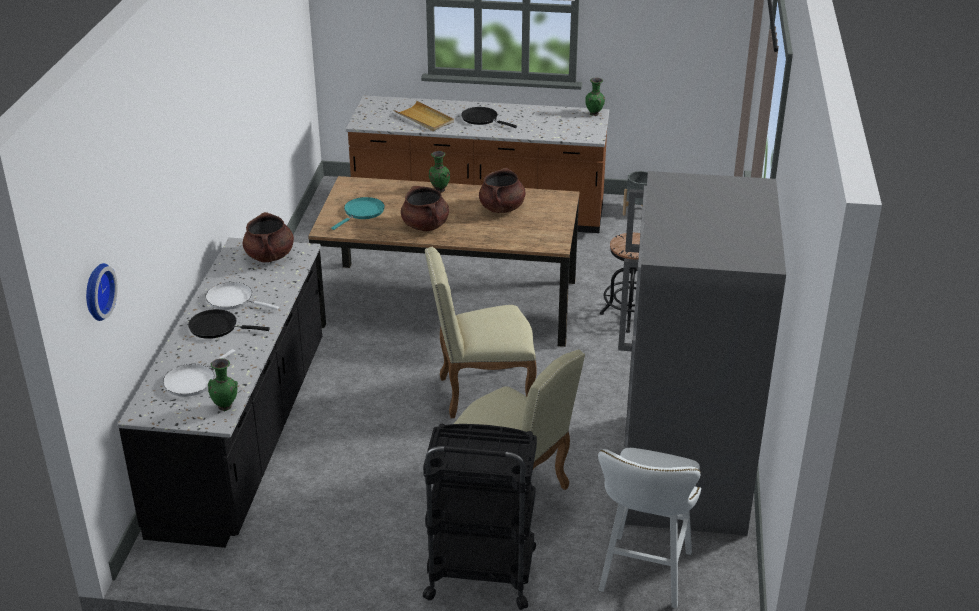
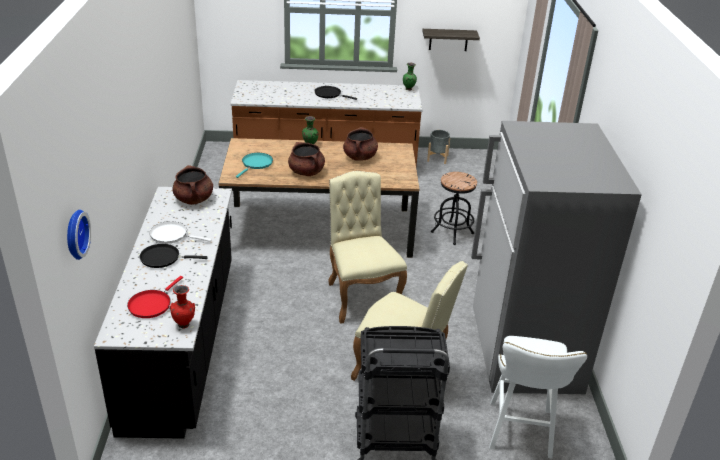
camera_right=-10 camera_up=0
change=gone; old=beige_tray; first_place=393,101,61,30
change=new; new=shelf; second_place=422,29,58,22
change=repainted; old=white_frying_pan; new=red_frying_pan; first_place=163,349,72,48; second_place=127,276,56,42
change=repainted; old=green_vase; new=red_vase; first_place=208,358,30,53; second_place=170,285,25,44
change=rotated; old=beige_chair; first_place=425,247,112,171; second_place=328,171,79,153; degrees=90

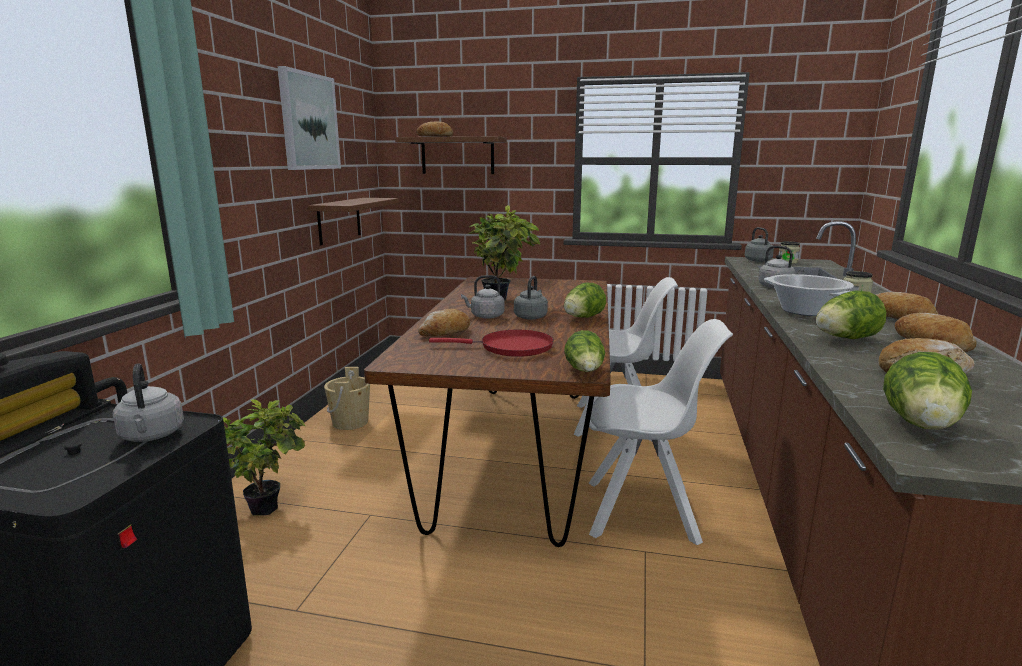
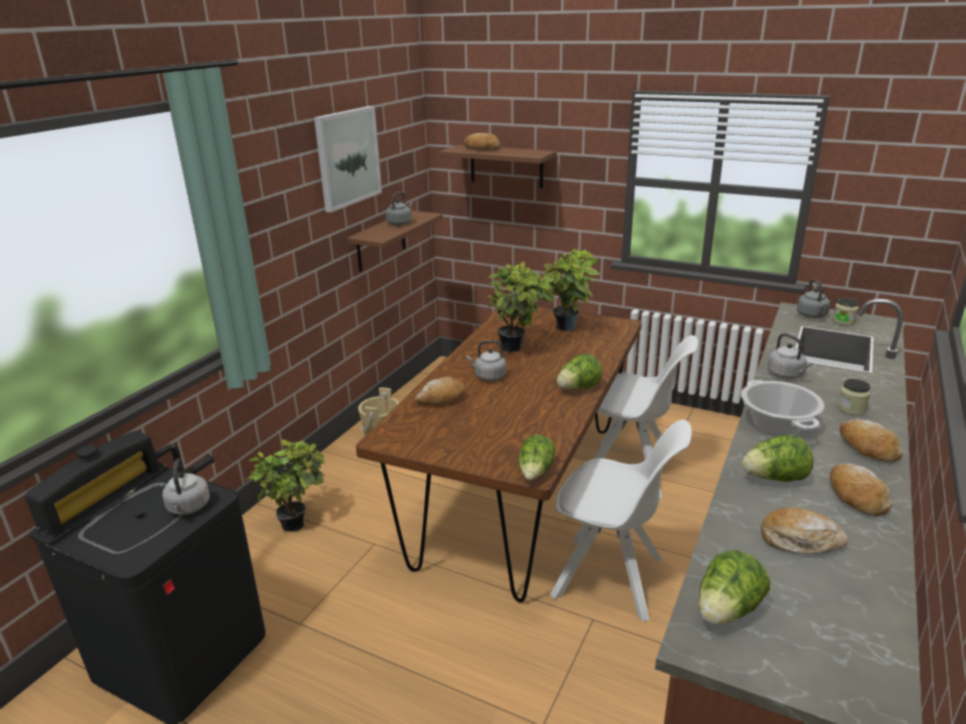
camera_right=15 camera_up=10
change=gone; old=red_frying_pan; first_place=429,330,125,27
change=new; new=potted_plant; second_place=544,248,56,83
change=shifted; old=grey_kettle; first_place=514,276,34,44; second_place=386,192,27,33

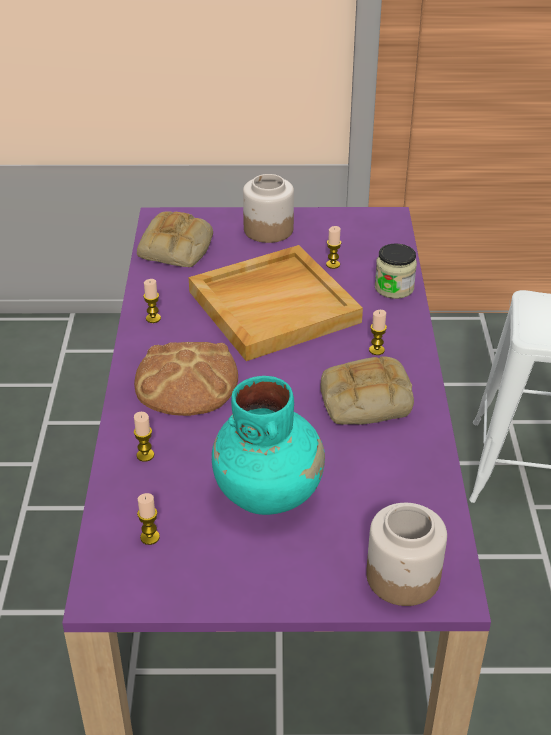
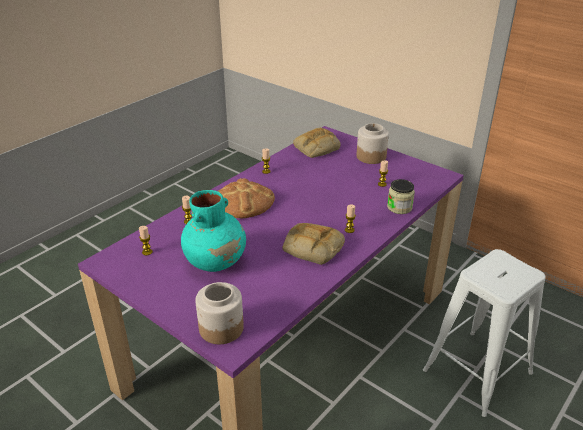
camera_right=40 camera_up=-5
change=gone; old=beige_tray; first_place=189,245,174,116

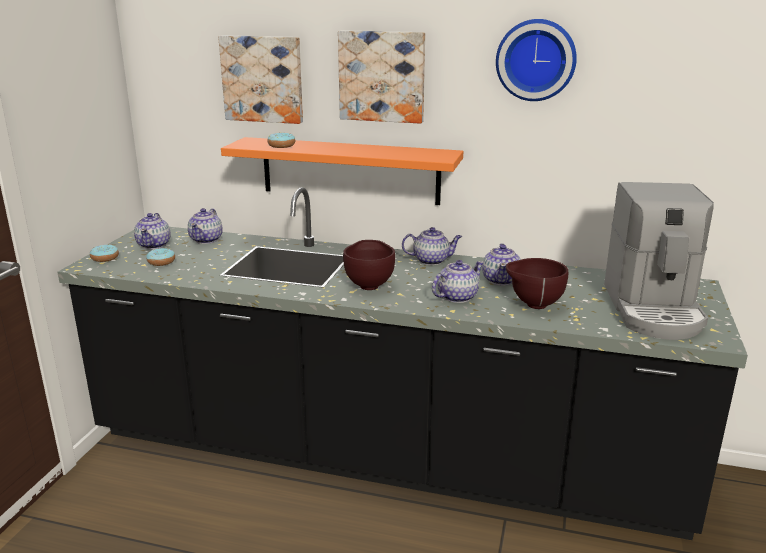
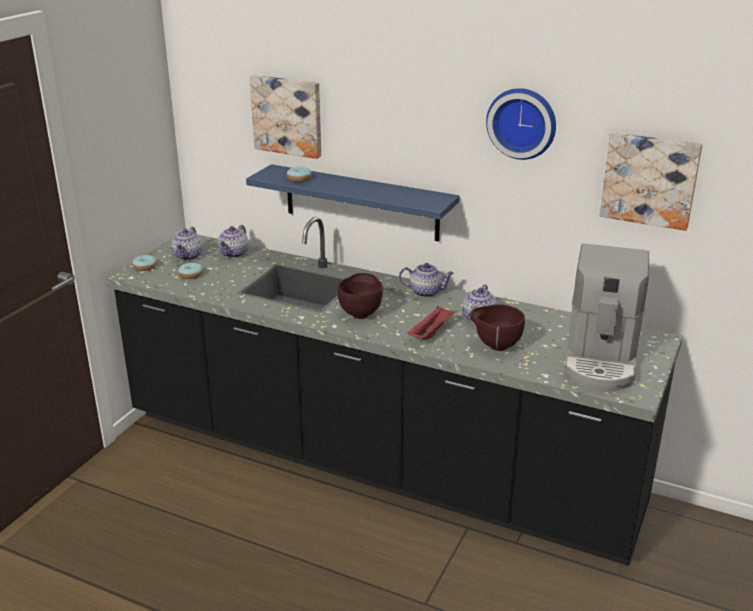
camera_right=10 camera_up=5
change=shifted; old=picture; first_place=338,30,87,94; second_place=600,132,102,99
change=swapped; old=teapot; new=red_tray; first_place=432,260,52,43; second_place=407,306,50,34
change=repainted; old=orange_shelf; new=blue_shelf; first_place=221,137,242,68; second_place=246,164,213,78

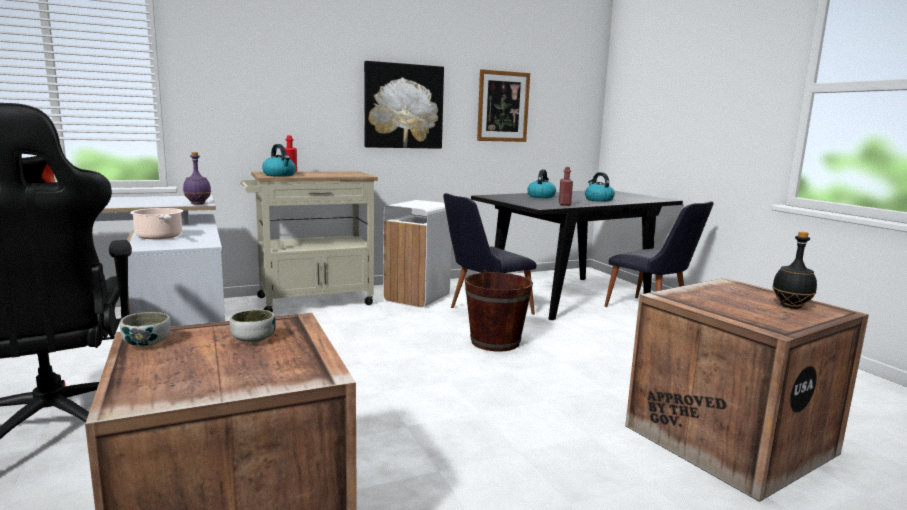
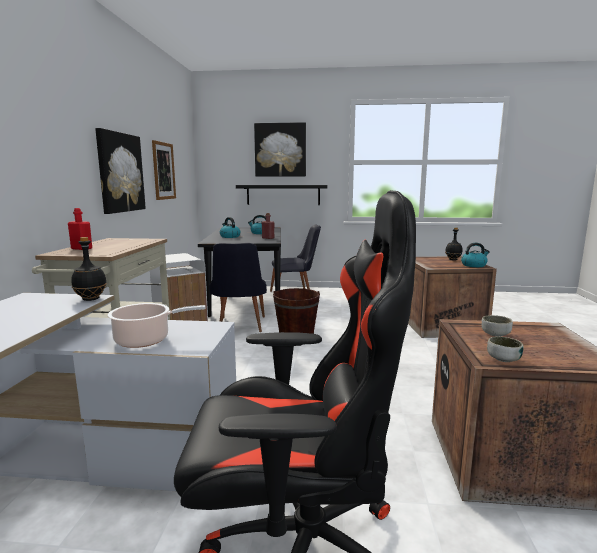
camera_right=-60 camera_up=0
change=new; new=black_shelf; second_place=236,185,92,20
change=new; new=picture; second_place=254,122,52,55
change=shifted; old=kettle; first_place=262,144,34,33; second_place=461,243,29,24
change=repainted; old=purple_bottle; new=black_bottle; first_place=183,152,28,53; second_place=71,237,36,64

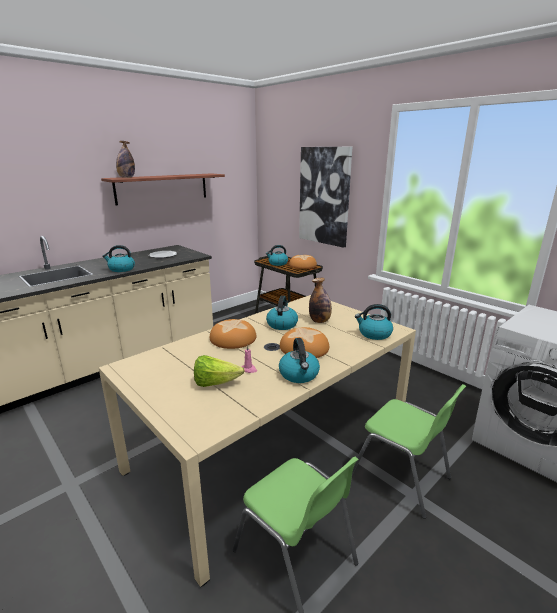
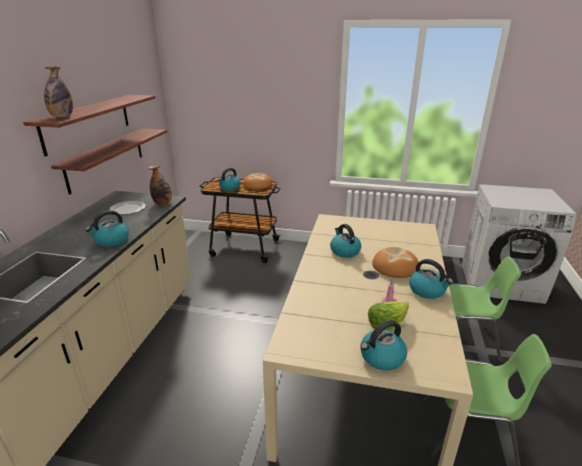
camera_right=-35 camera_up=5
change=gone; old=bread; first_place=210,319,46,30
change=gone; old=picture; first_place=299,147,53,101
change=new; new=shelf; second_place=51,129,116,66
change=shifted; old=bottle; first_place=309,278,23,45; second_place=149,164,23,41
change=shifted; old=kettle; first_place=355,304,38,36; second_place=360,320,47,50

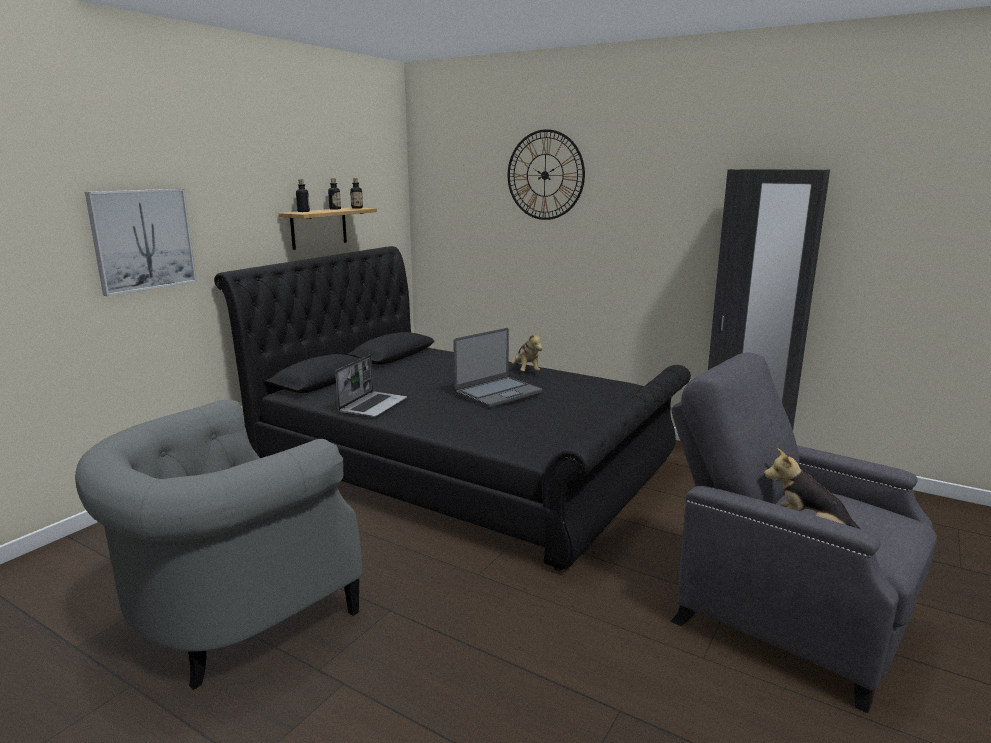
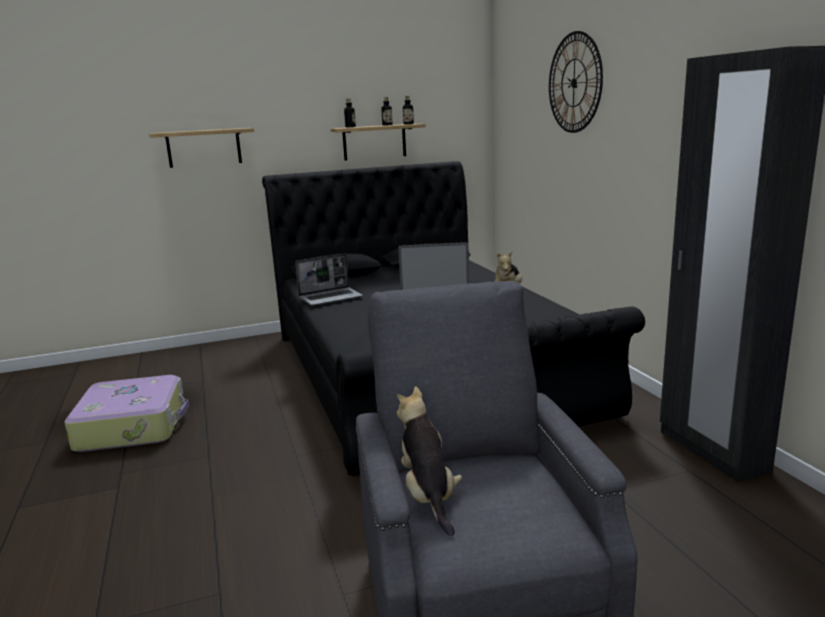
camera_right=40 camera_up=0
change=swapped; old=grey_armchair; new=suitcase; first_place=75,399,287,291; second_place=64,375,125,77
change=swapped; old=picture; new=shelf; first_place=85,189,112,107; second_place=149,128,105,40

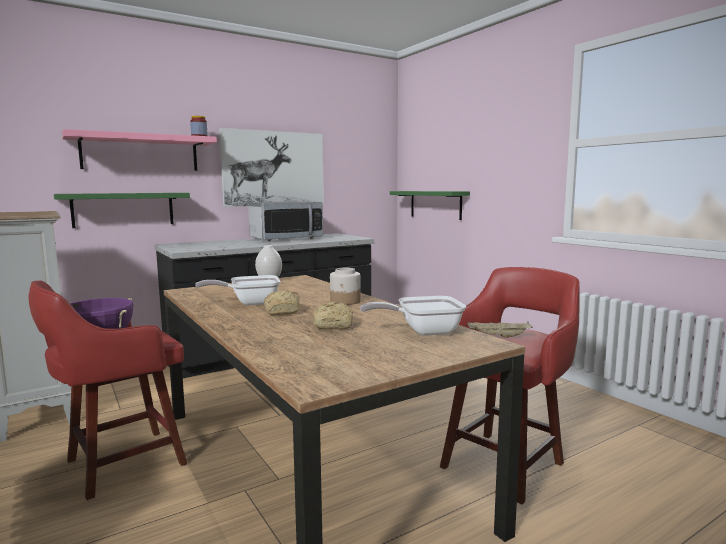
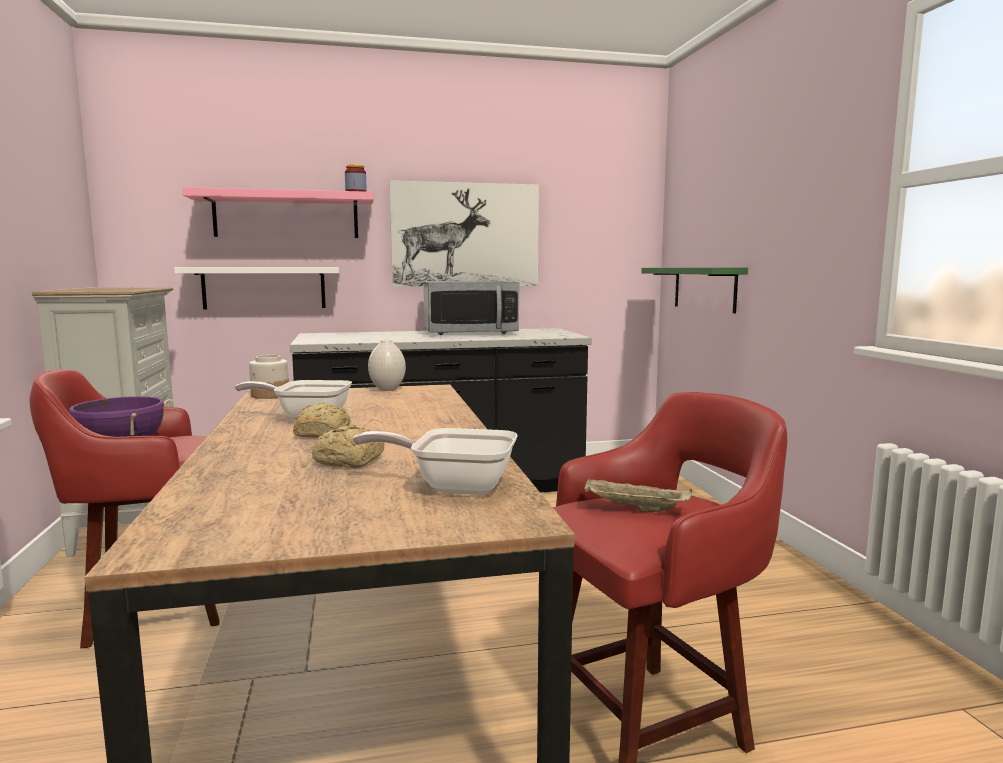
camera_right=20 camera_up=0
change=shifted; old=jar; first_place=330,268,31,37; second_place=249,355,40,44
change=repainted; old=green_shelf; new=white_shelf; first_place=54,193,136,35; second_place=174,267,166,42

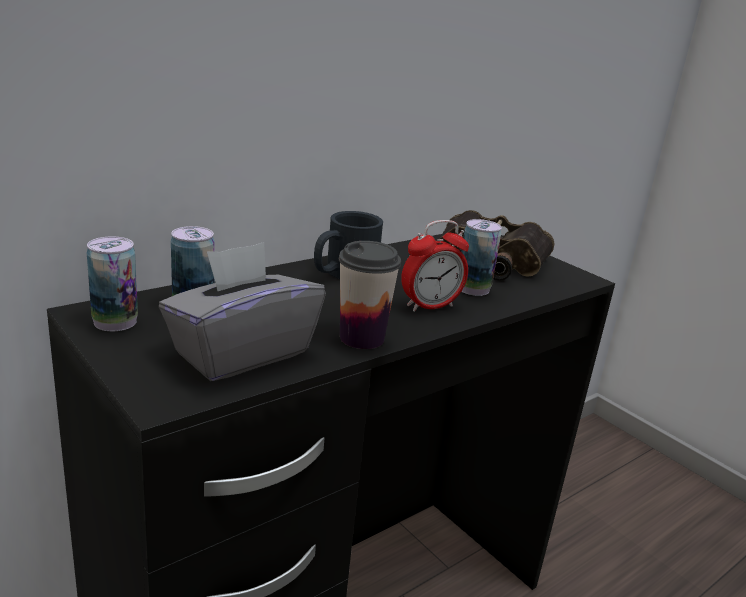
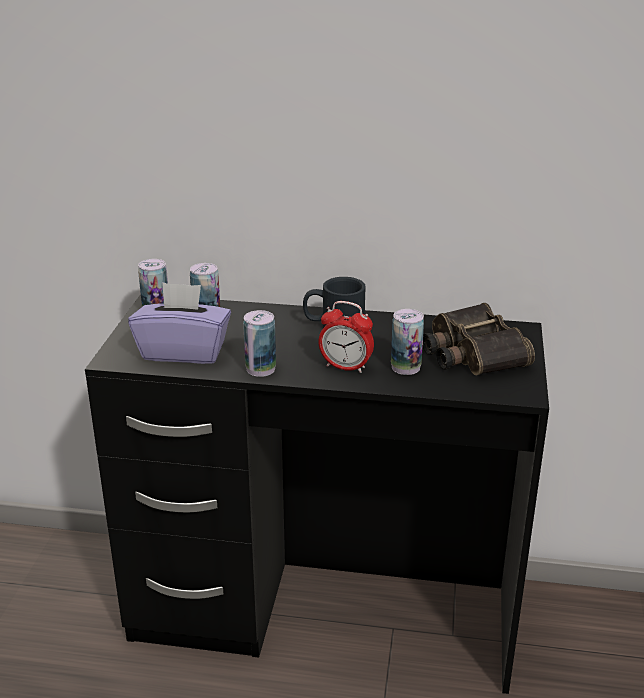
camera_right=50 camera_up=5
change=swapped; old=cup; new=can; first_place=339,241,62,108; second_place=243,310,33,67
change=repainted; old=grey_tissue_box; new=purple_tissue_box; first_place=159,242,167,139; second_place=128,282,103,82

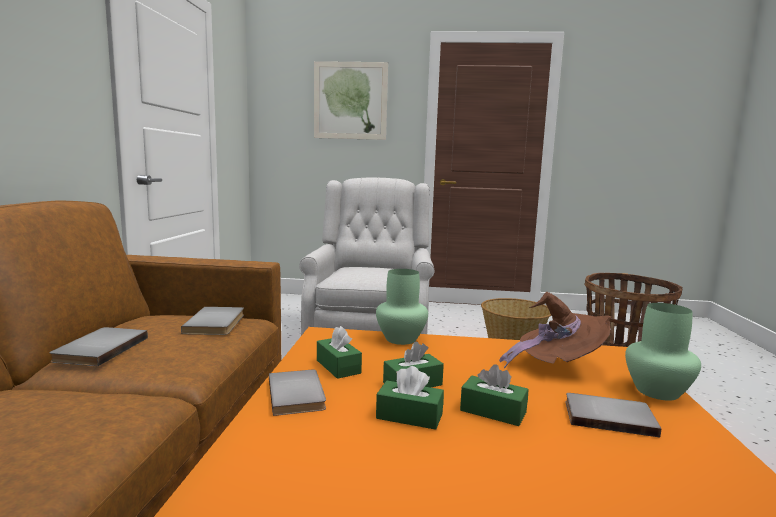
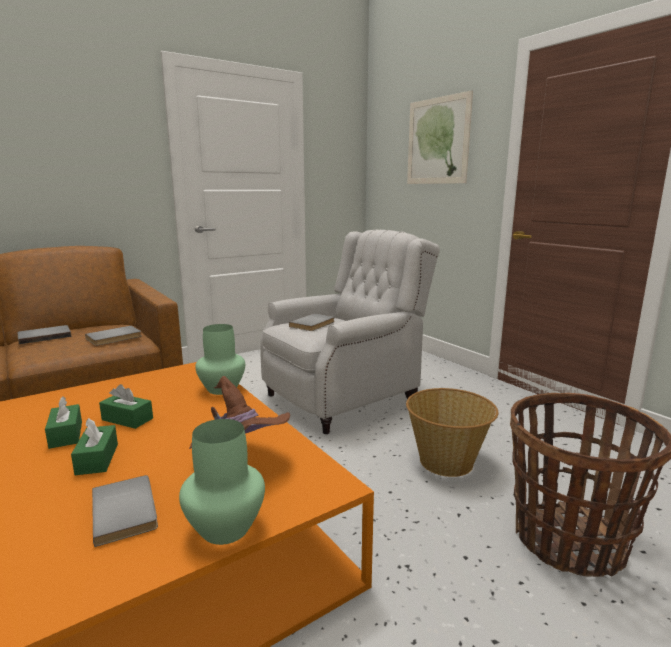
camera_right=50 camera_up=5
change=gone; old=green_tissue_box; first_place=317,326,45,53
change=shifted; old=grey_book; first_place=269,370,57,46; second_place=289,313,46,18

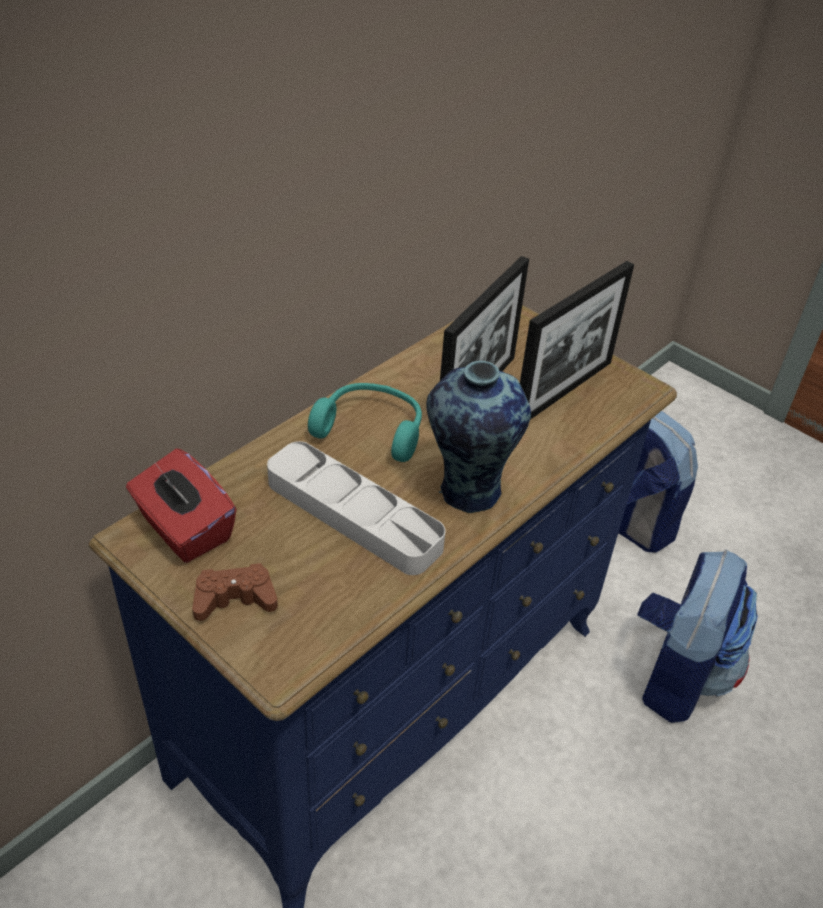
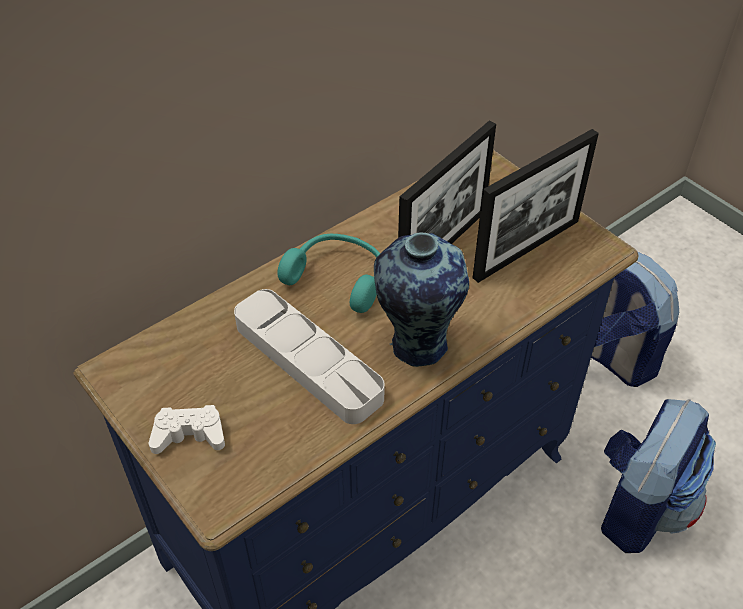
camera_right=10 camera_up=5
change=gone; old=red_tissue_box; first_place=126,449,110,114
change=repainted; old=brown_game_controller; new=white_game_controller; first_place=192,563,86,58; second_place=149,405,76,49

